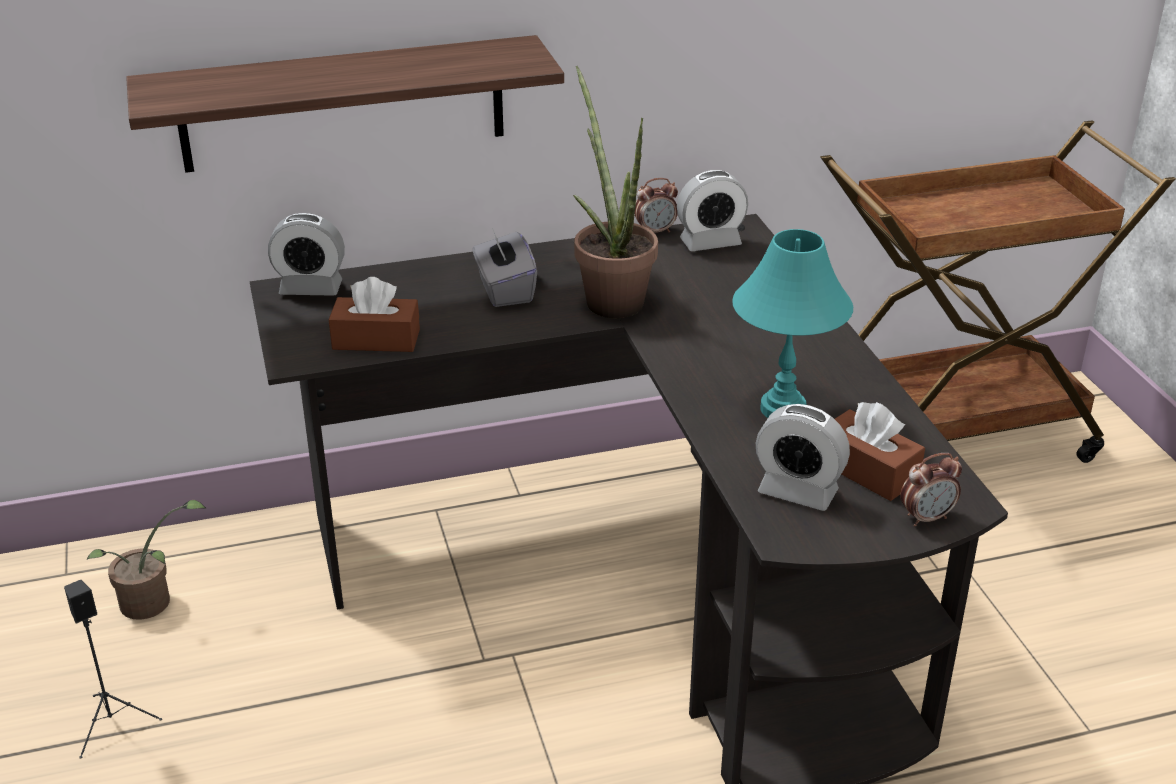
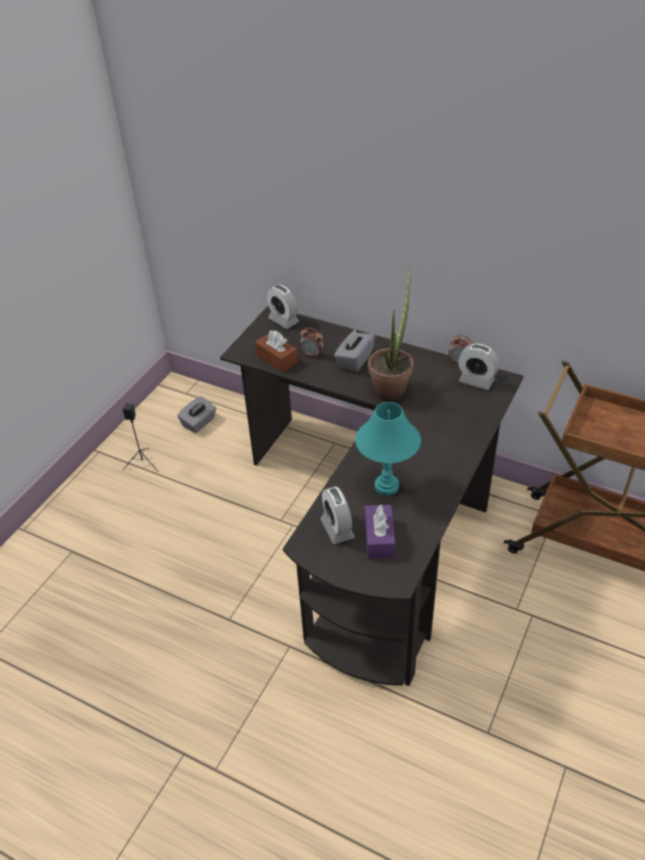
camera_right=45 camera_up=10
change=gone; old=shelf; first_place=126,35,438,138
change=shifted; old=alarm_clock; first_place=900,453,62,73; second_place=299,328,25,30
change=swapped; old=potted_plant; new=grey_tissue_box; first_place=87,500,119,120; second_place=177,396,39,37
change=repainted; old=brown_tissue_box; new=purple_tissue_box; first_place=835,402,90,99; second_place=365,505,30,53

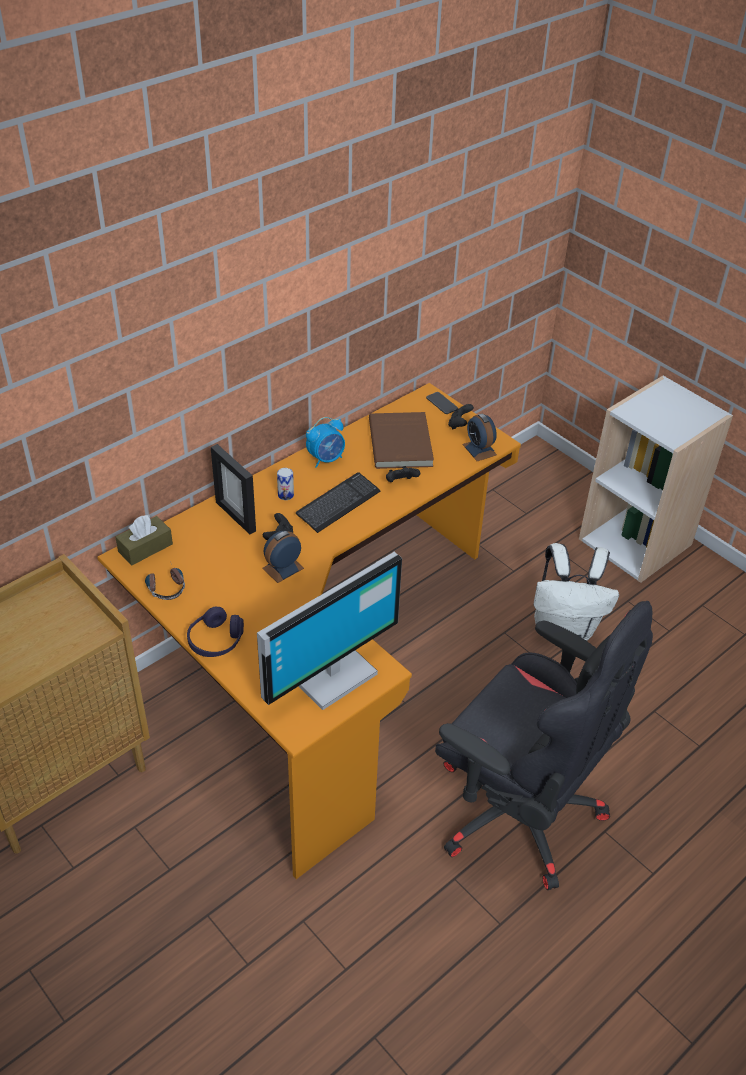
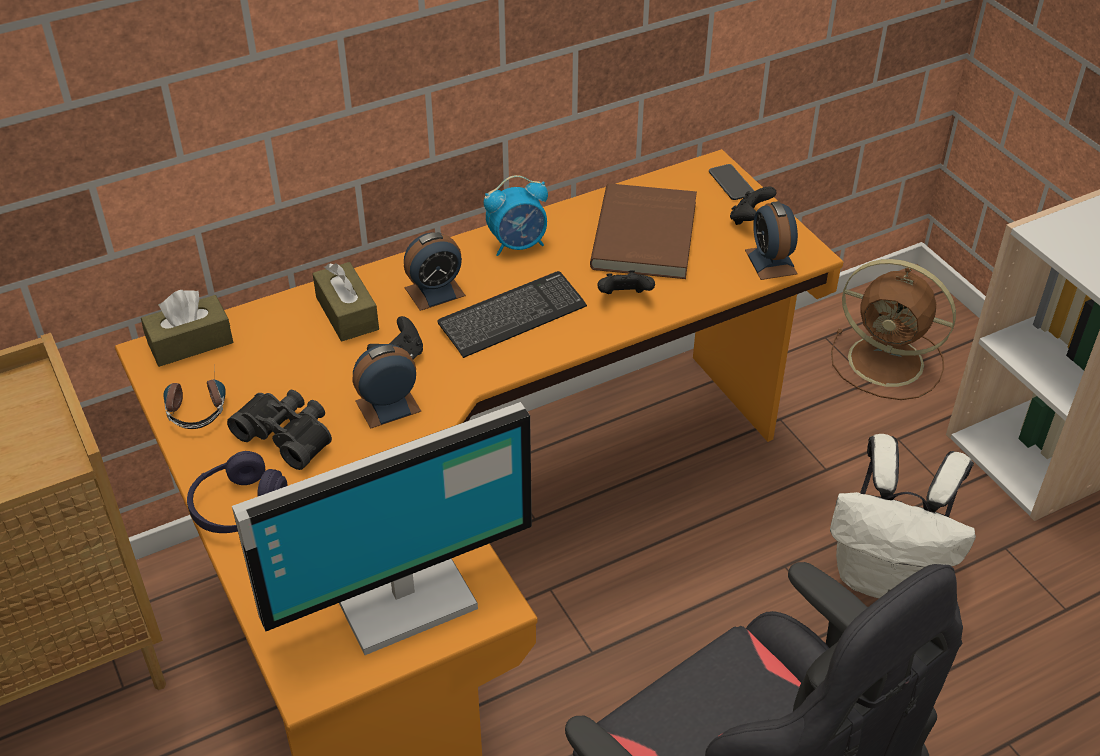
camera_right=15 camera_up=0
change=new; new=black_binoculars; second_place=227,390,105,80
change=new; new=brown_fan; second_place=831,259,125,141
change=swapped; old=picture_frame; new=brown_tissue_box; first_place=211,444,45,90; second_place=312,262,67,79
change=swapped; old=can; new=alarm_clock; first_place=277,468,17,32; second_place=404,232,62,79

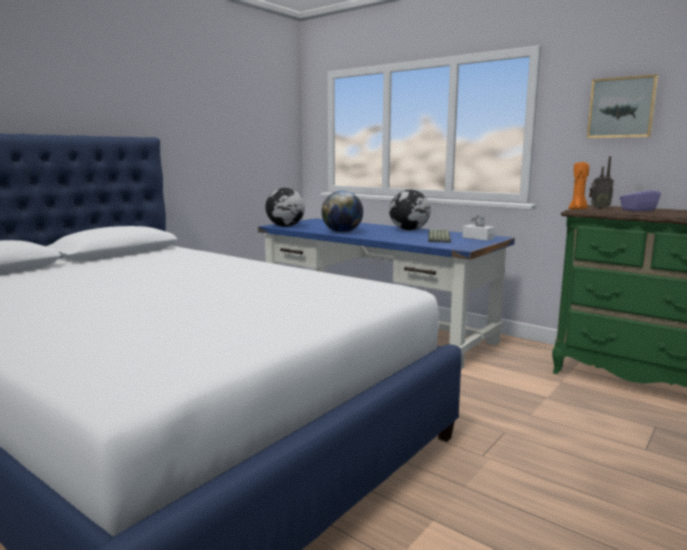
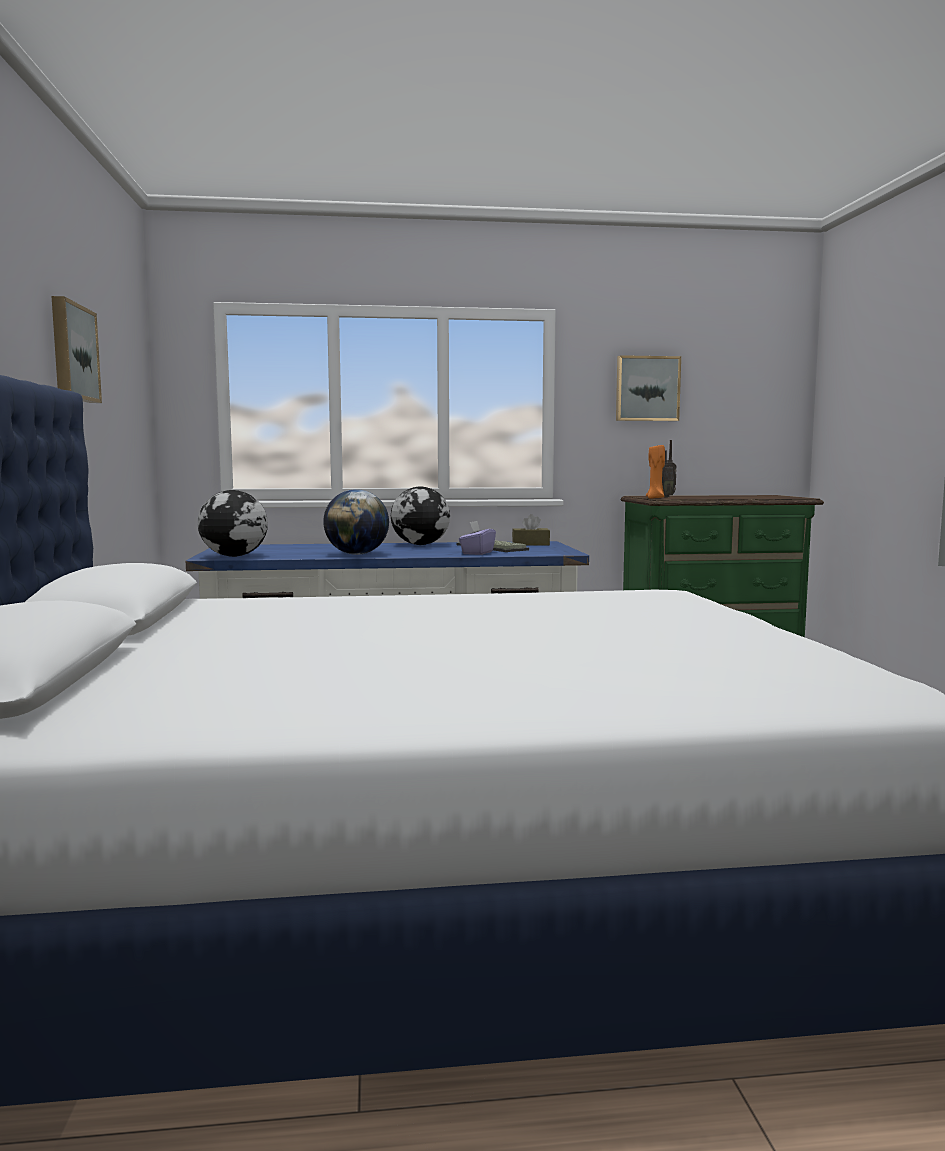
camera_right=-45 camera_up=-5
change=new; new=picture; second_place=52,296,50,107
change=shifted; old=purple_tissue_box; first_place=620,183,41,28; second_place=459,521,37,34
change=repainted; old=white_tissue_box; new=brown_tissue_box; first_place=463,215,32,25; second_place=512,514,38,32

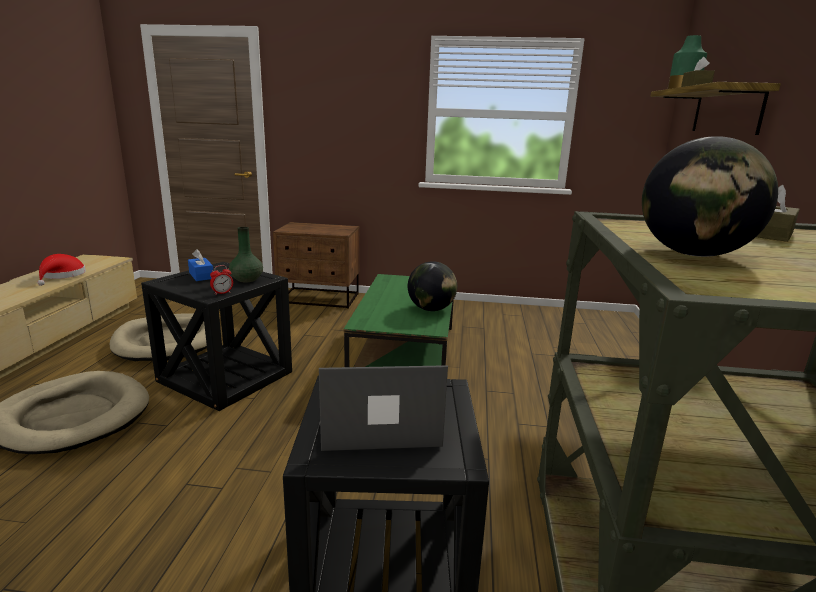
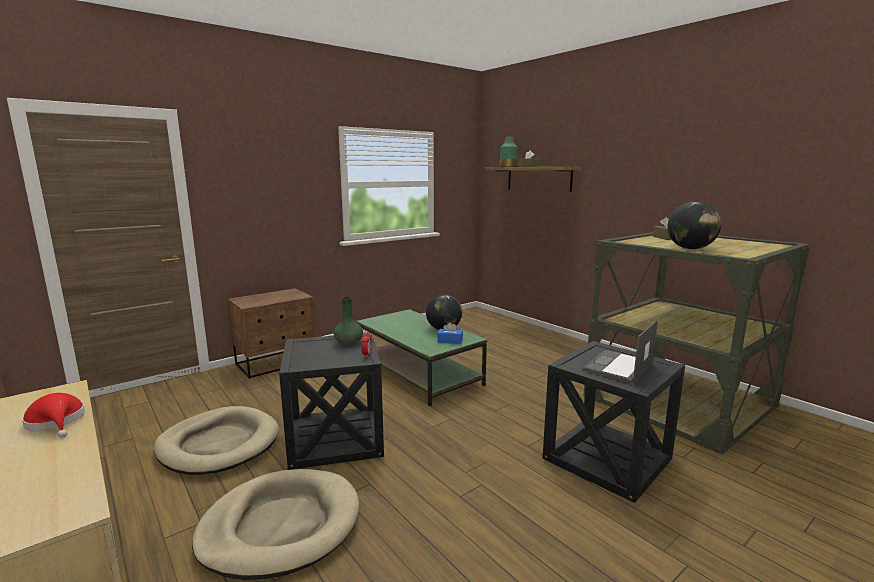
camera_right=-45 camera_up=-5
change=shifted; old=blue_tissue_box; first_place=188,249,25,32; second_place=437,322,26,22

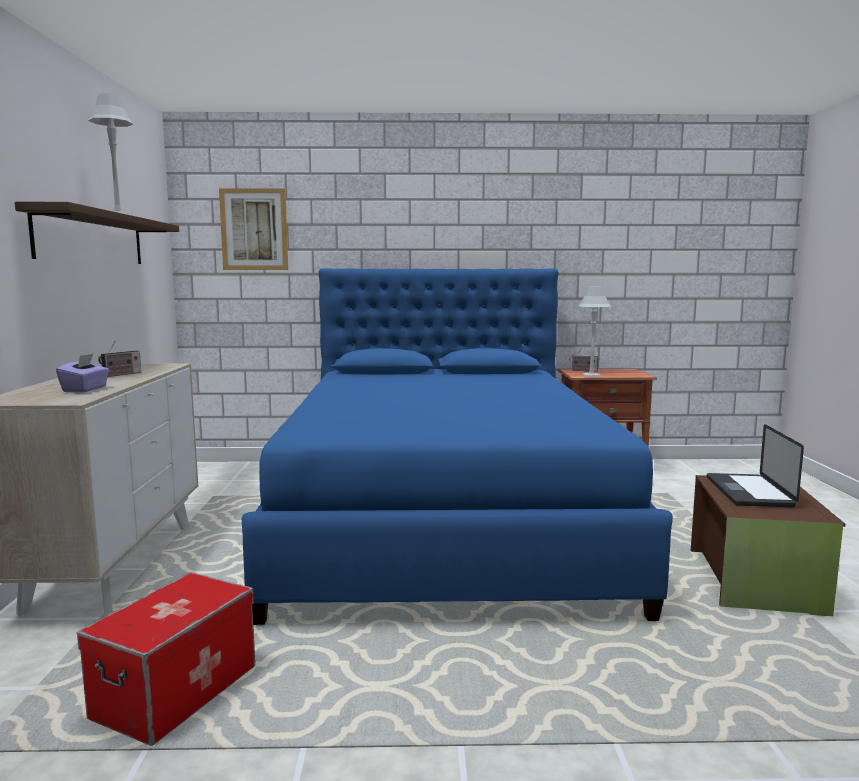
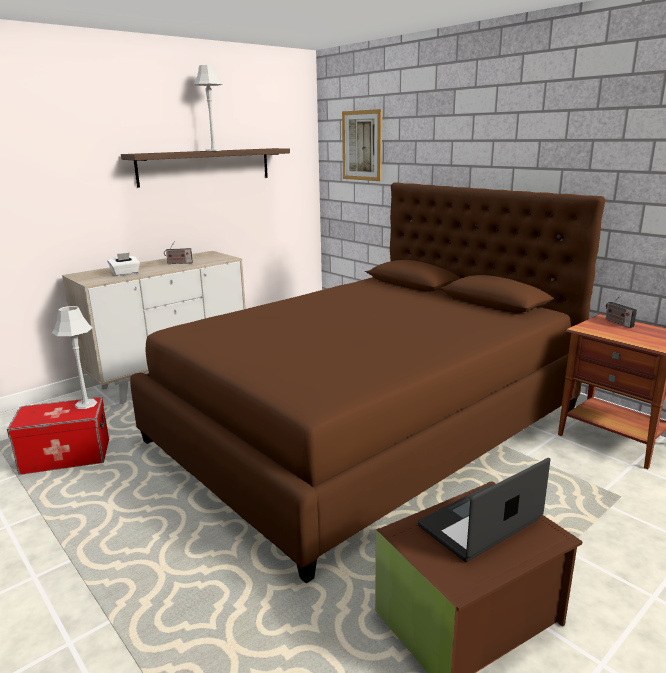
camera_right=50 camera_up=10
change=shifted; old=grey_table_lamp; first_place=579,287,32,90; second_place=52,306,45,103
change=repainted; old=purple_tissue_box; new=white_tissue_box; first_place=56,353,53,39; second_place=108,253,32,23
change=repainted; old=blue_bed; new=brown_bed; first_place=242,268,431,357; second_place=130,183,475,400

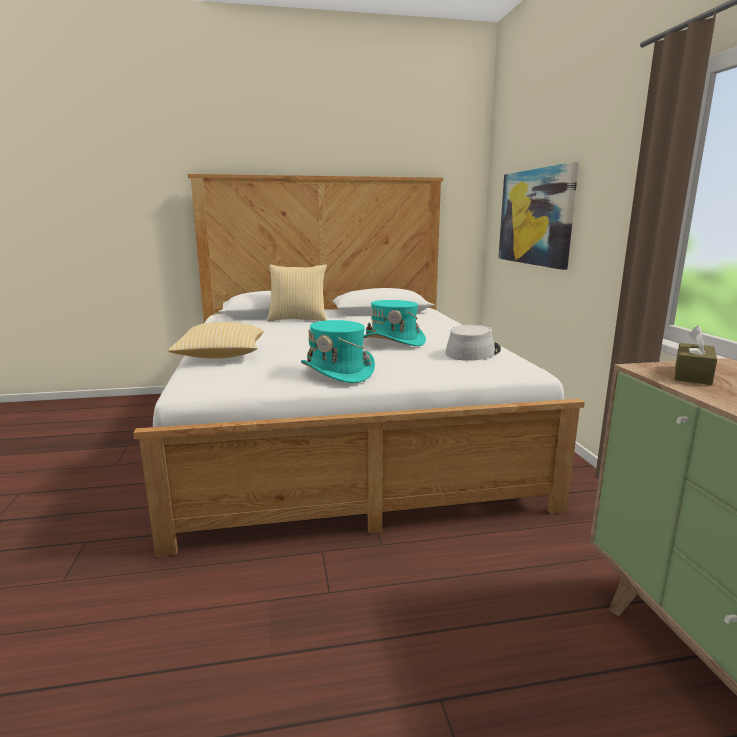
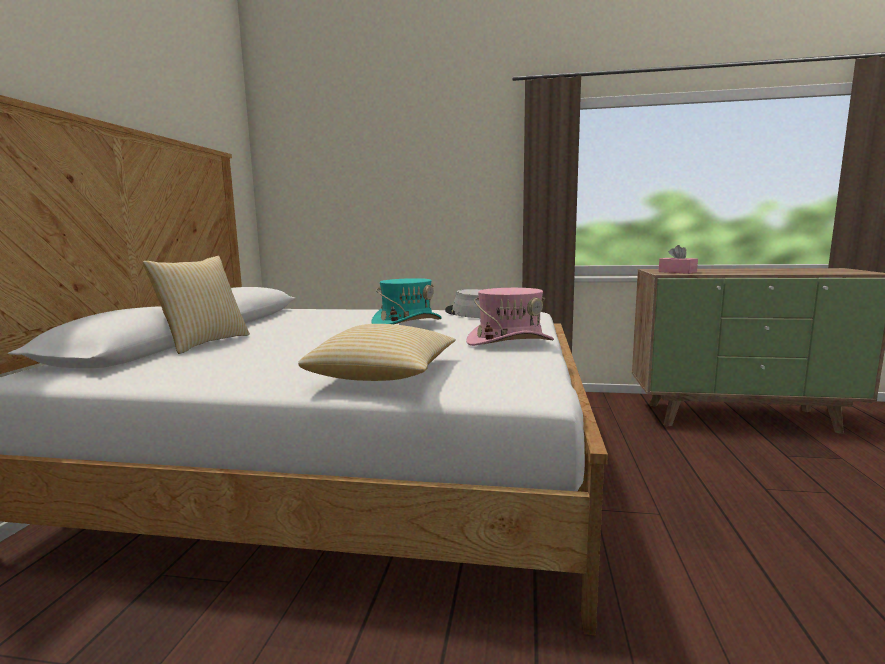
camera_right=-70 camera_up=-5
change=gone; old=picture; first_place=498,162,81,108
change=repainted; old=turquoise_hat; new=pink_hat; first_place=301,320,74,63; second_place=466,288,88,58
change=repainted; old=brown_tissue_box; new=pink_tissue_box; first_place=675,326,42,59; second_place=659,245,39,29

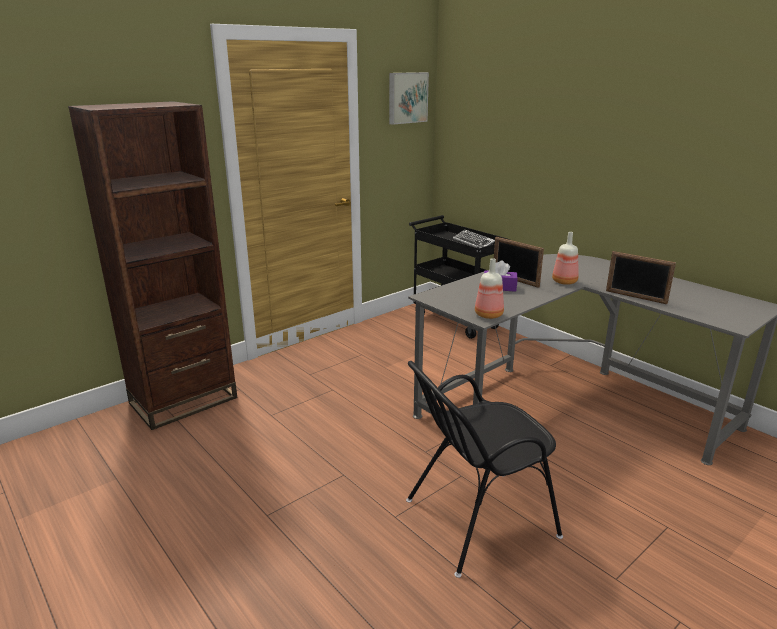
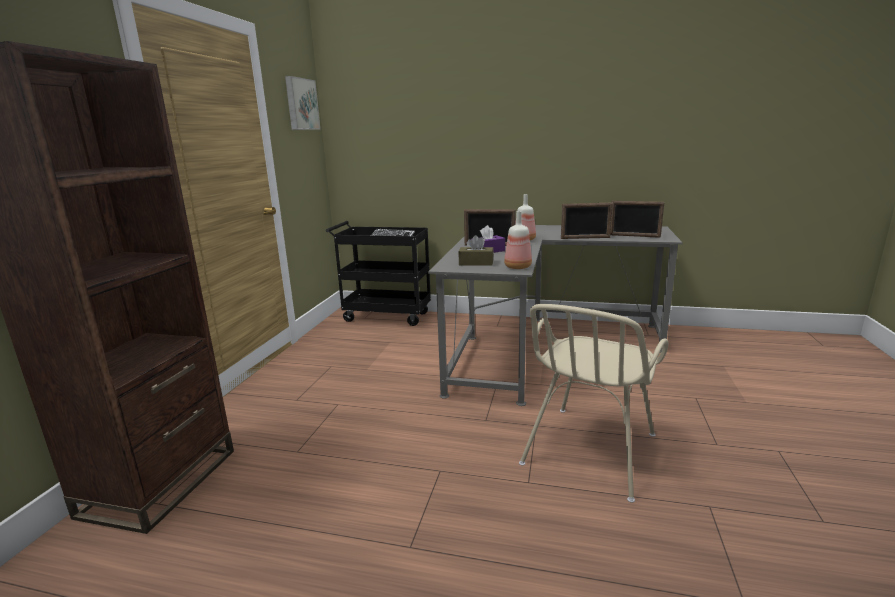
camera_right=-35 camera_up=-5
change=new; new=brown_tissue_box; second_place=458,235,36,31
change=new; new=picture_frame; second_place=610,201,55,37
change=repainted; old=black_chair; new=beige_chair; first_place=406,361,157,217; second_place=519,304,149,199

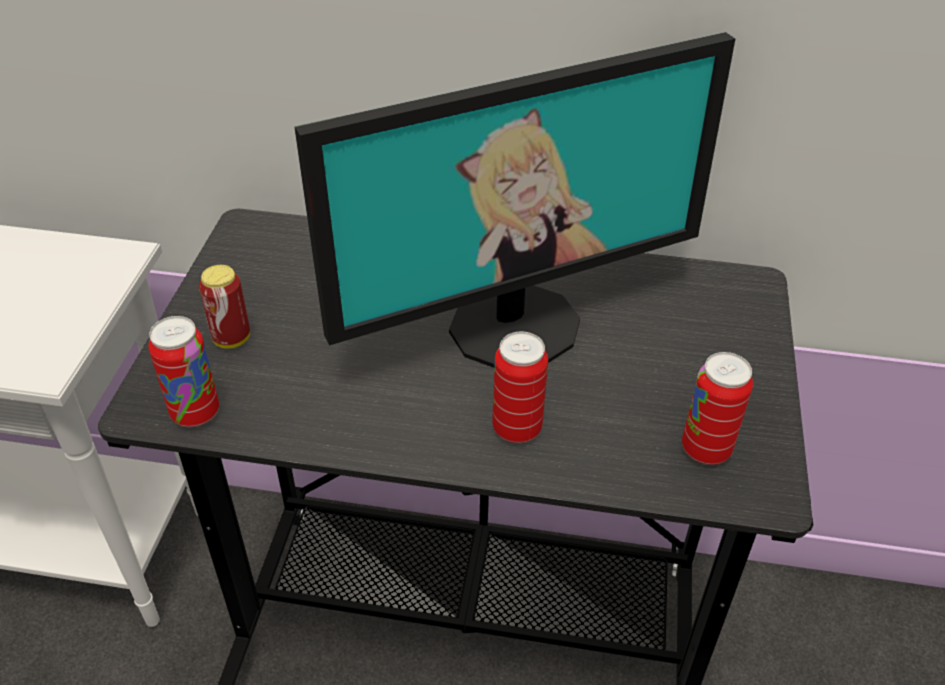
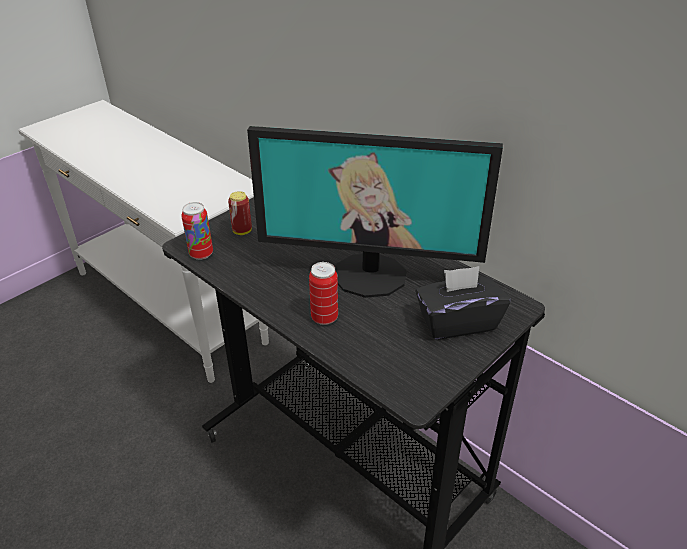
camera_right=35 camera_up=-5
change=gone; old=can; first_place=682,352,71,113
change=new; new=black_tissue_box; second_place=415,266,95,73

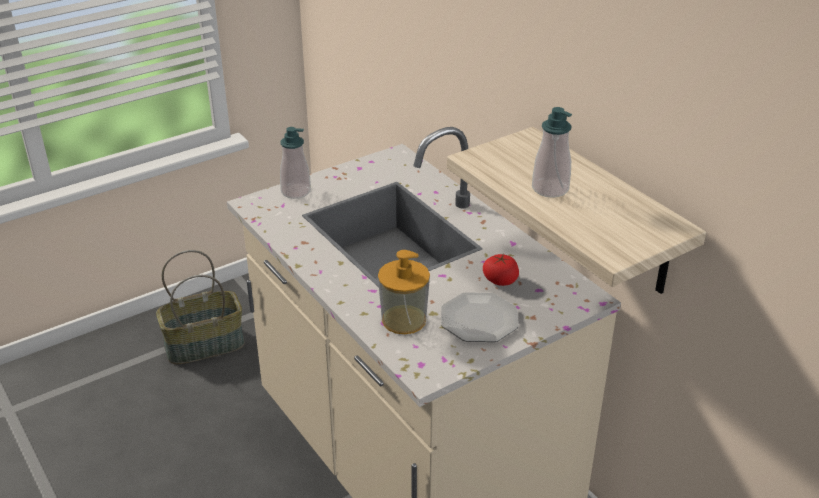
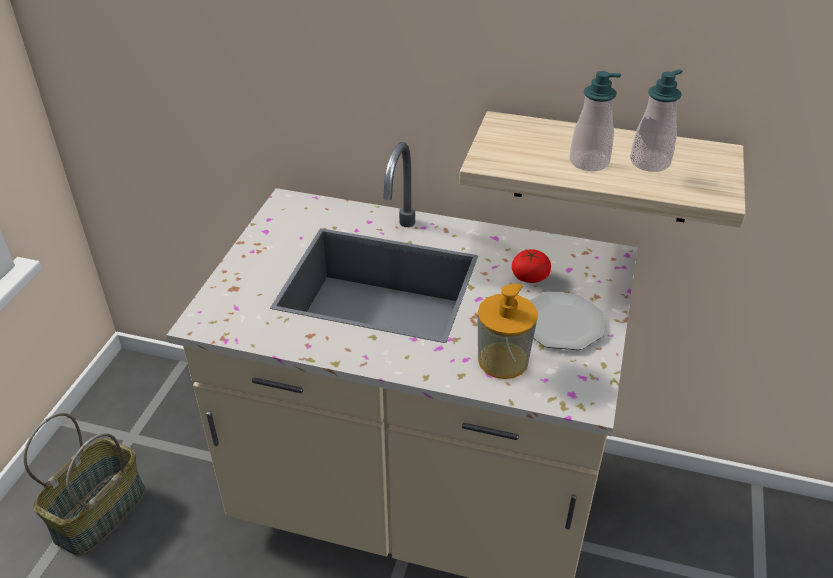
camera_right=-40 camera_up=5
change=shifted; old=soap_dispenser; first_place=280,127,31,72; second_place=630,69,53,103

